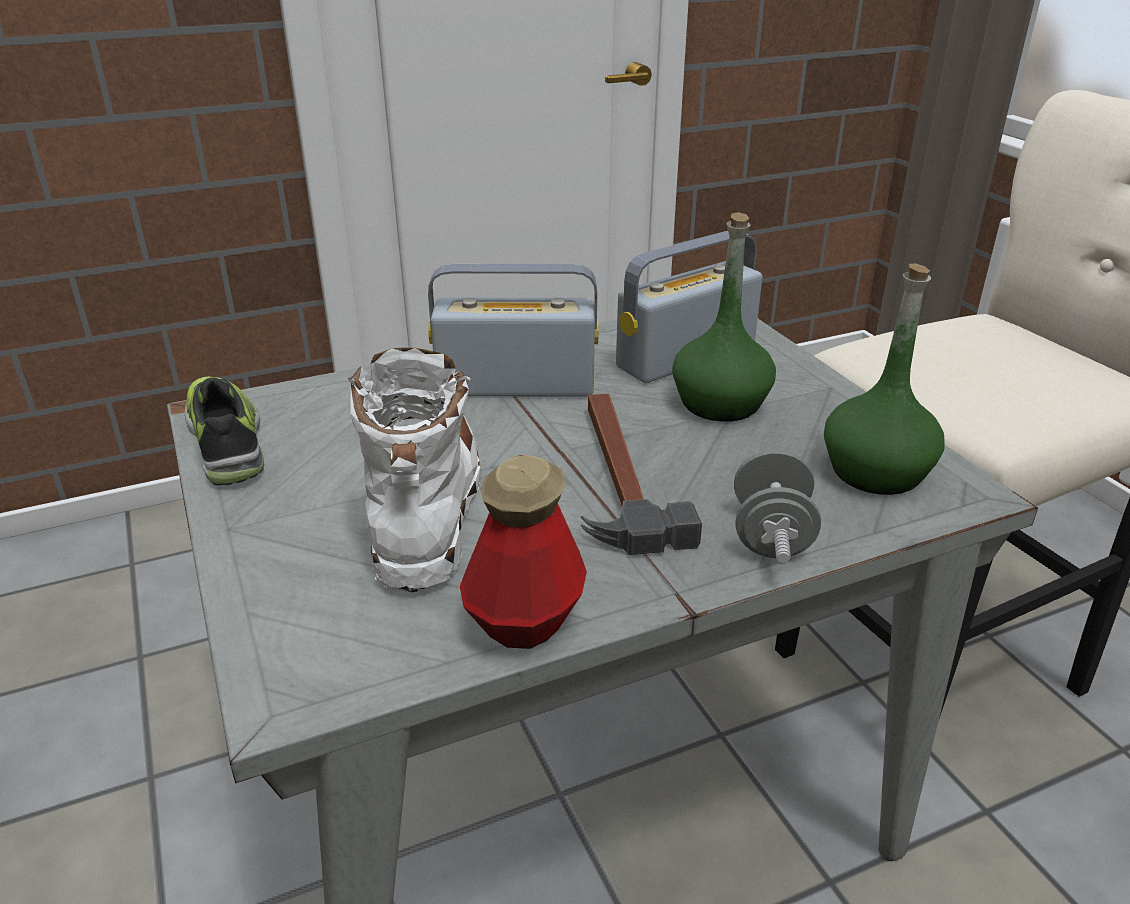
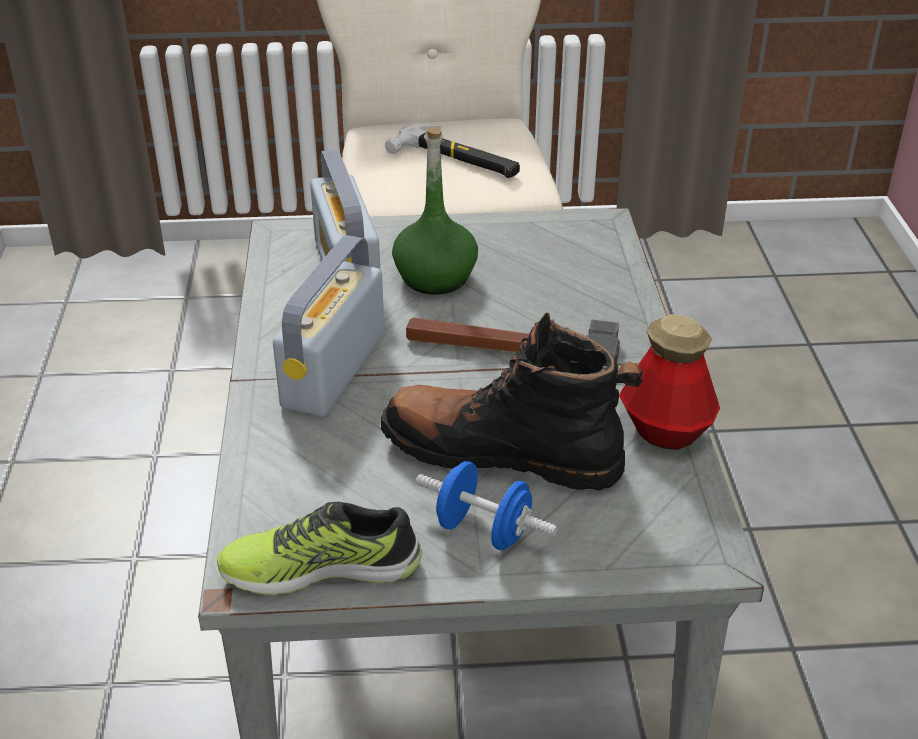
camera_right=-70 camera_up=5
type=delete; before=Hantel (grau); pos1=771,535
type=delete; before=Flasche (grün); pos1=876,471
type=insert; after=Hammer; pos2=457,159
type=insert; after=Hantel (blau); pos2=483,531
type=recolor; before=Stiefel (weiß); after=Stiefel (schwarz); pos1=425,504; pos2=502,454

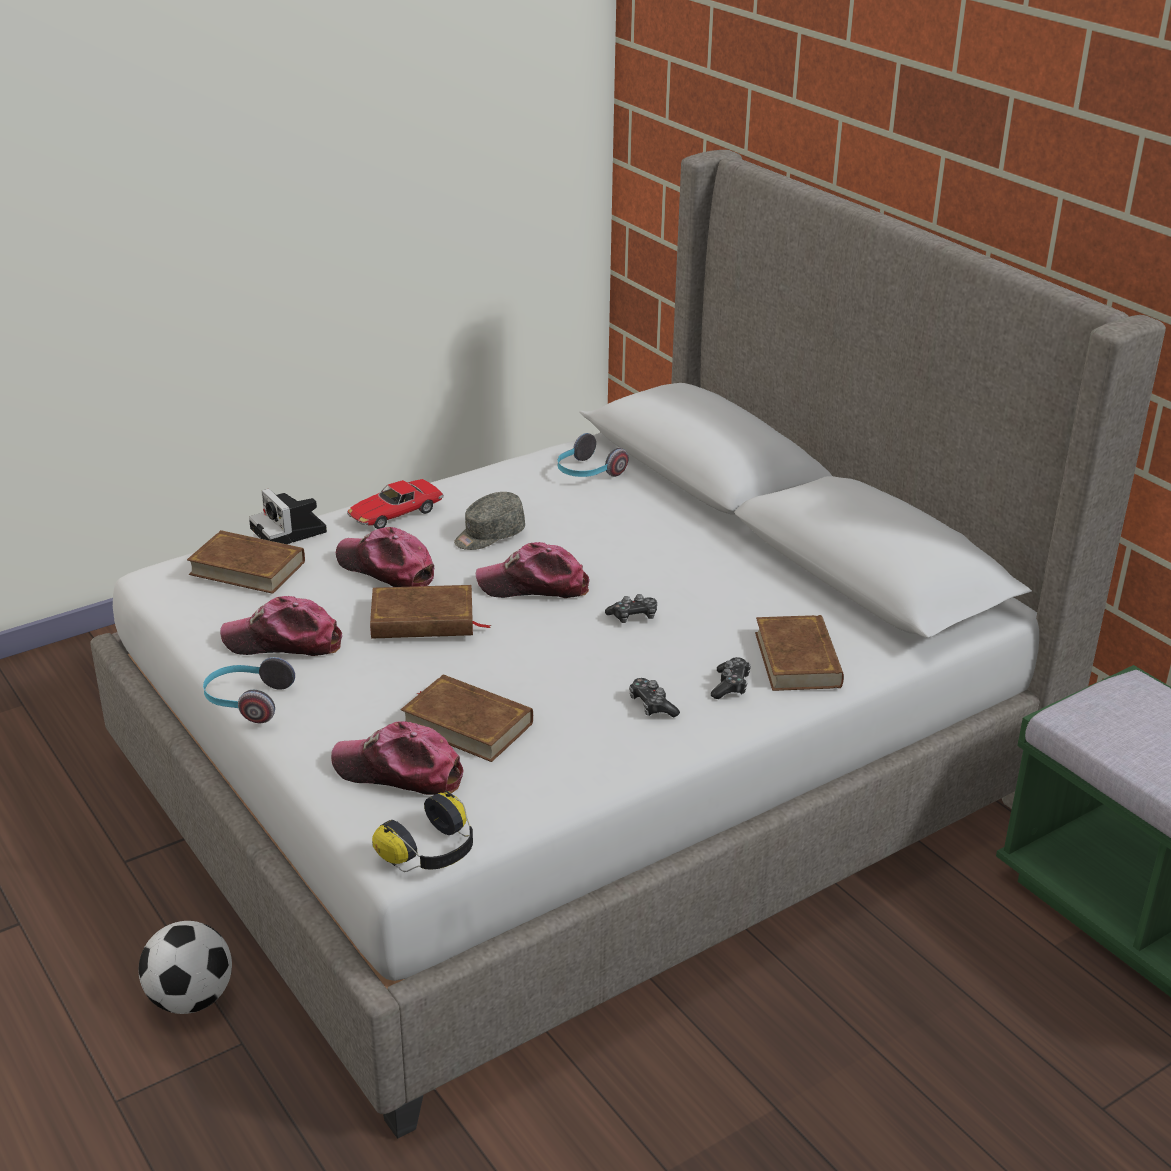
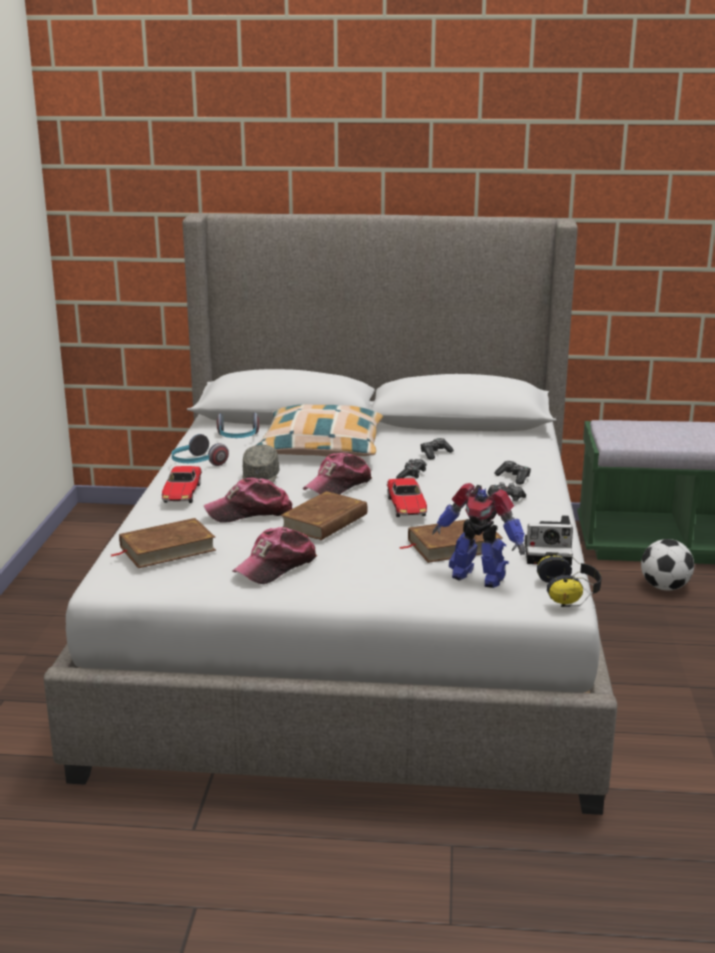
camera_right=-50 camera_up=-10
type=delete; before=Buch (braun); pos1=798,659
type=insert; after=Kissen; pos2=321,447
type=insert; after=Spielzeugauto; pos2=406,507
type=insert; after=Gamepad; pos2=435,454
type=move; before=Fußball; pos1=190,999; pos2=664,587
type=move; before=Kopfhörer; pos1=247,702; pos2=197,463
type=move; before=Kamera; pos1=290,531; pos2=550,552
type=replace; before=Kappe; after=Spielzeugroboter; pos1=399,772; pos2=478,576

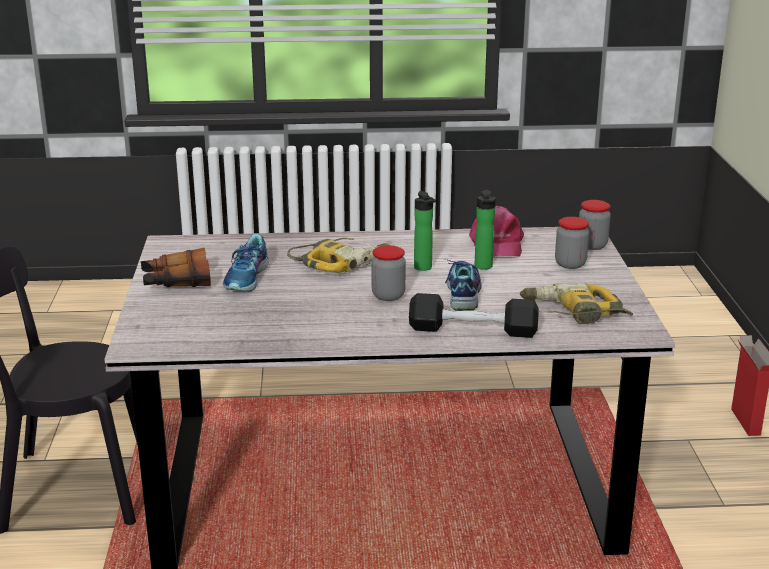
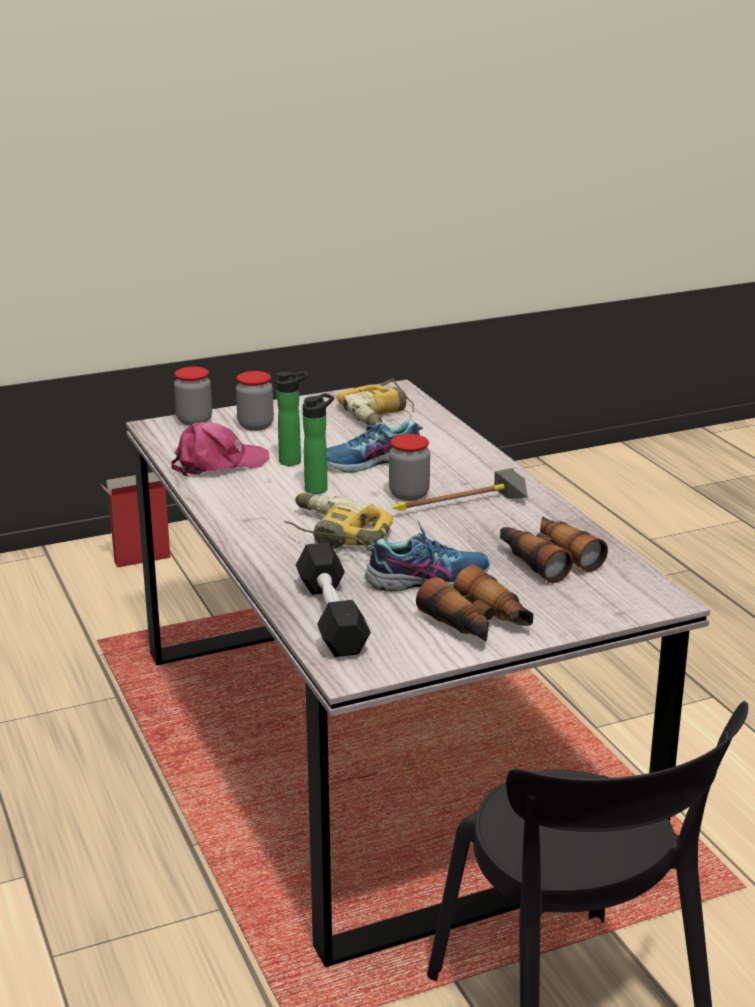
camera_right=-110 camera_up=0
type=insert; after=Hammer; pos2=460,507
type=insert; after=Fernglas; pos2=547,559
type=move; before=Hantel (schwarz); pos1=473,330; pos2=332,617

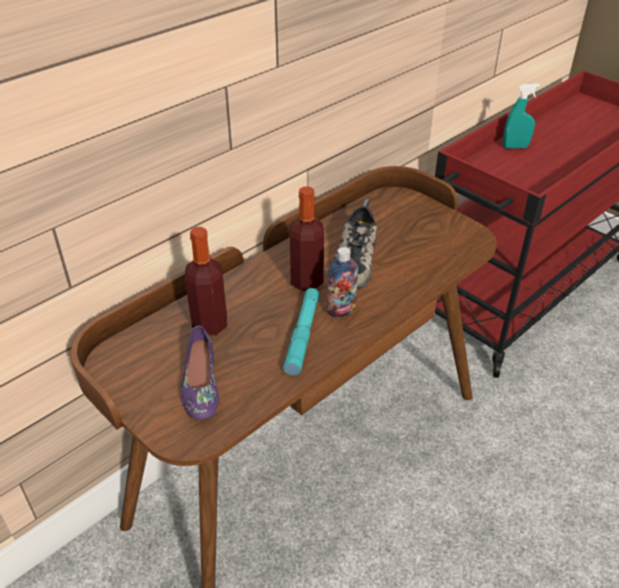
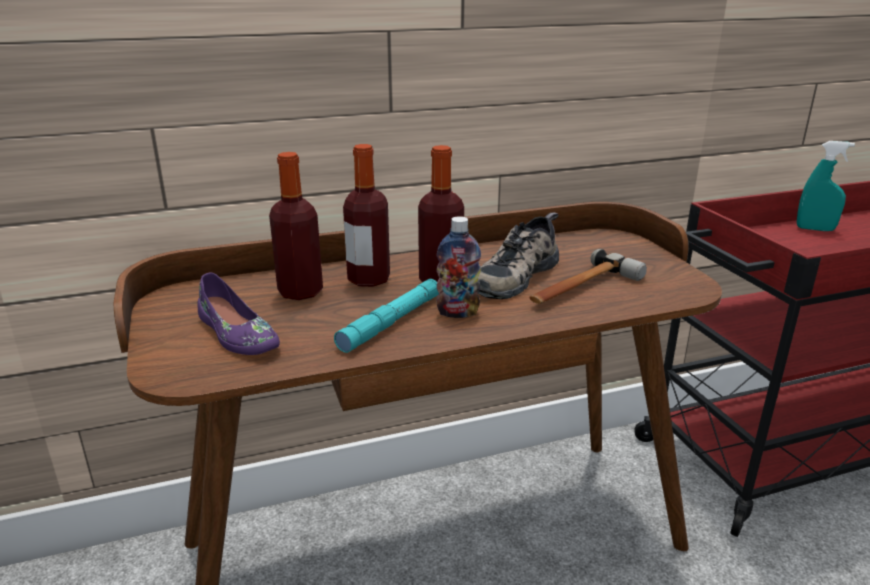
camera_right=25 camera_up=-15
type=insert; after=Flasche; pos2=369,279
type=insert; after=Hammer; pos2=581,288
type=rotate; before=Schuh (lila); pos1=200,384; pos2=236,334; turn=-60

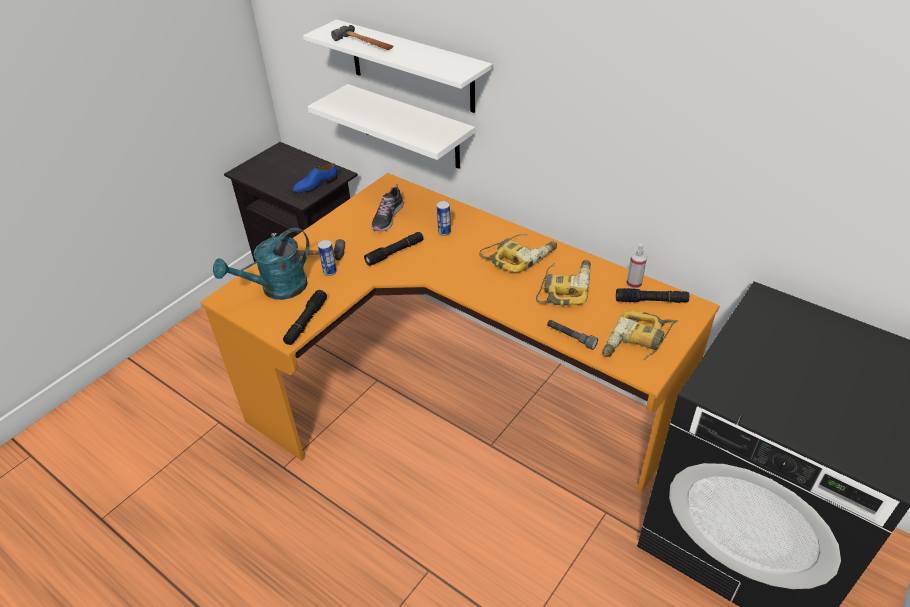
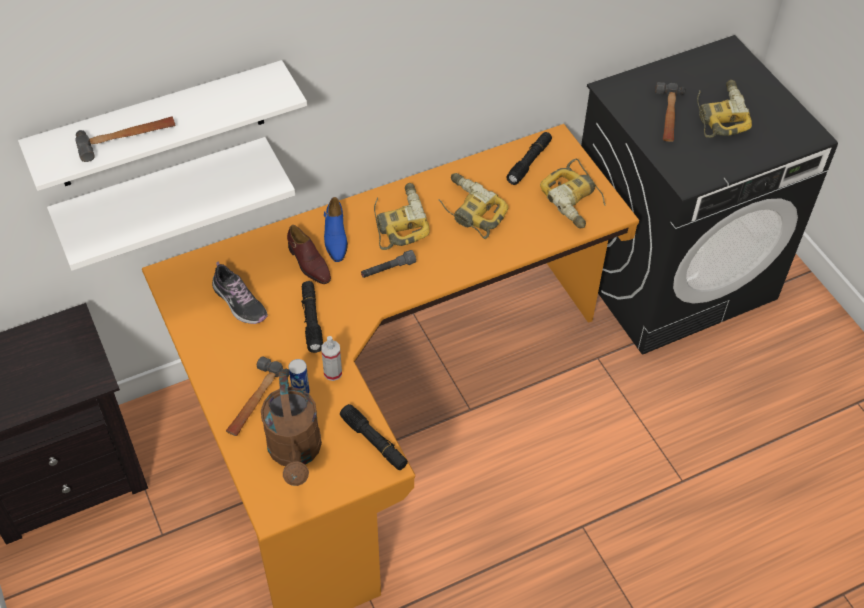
camera_right=-65 camera_up=10
type=insert; after=Hammer; pos2=667,116
type=insert; after=Bohrmaschine; pos2=719,115
type=move; before=Schuh (blau); pos1=315,185; pos2=335,238
type=move; before=Taschenlampe (grau); pos1=571,337; pos2=388,269
type=move; before=Sprühflasche; pos1=634,284; pos2=333,373
type=replace; before=Dose; after=Schuh (braun); pos1=444,232; pos2=308,263
type=recolor; before=Gießkanne (türkis); after=Gießkanne (braun); pos1=277,289; pos2=296,453

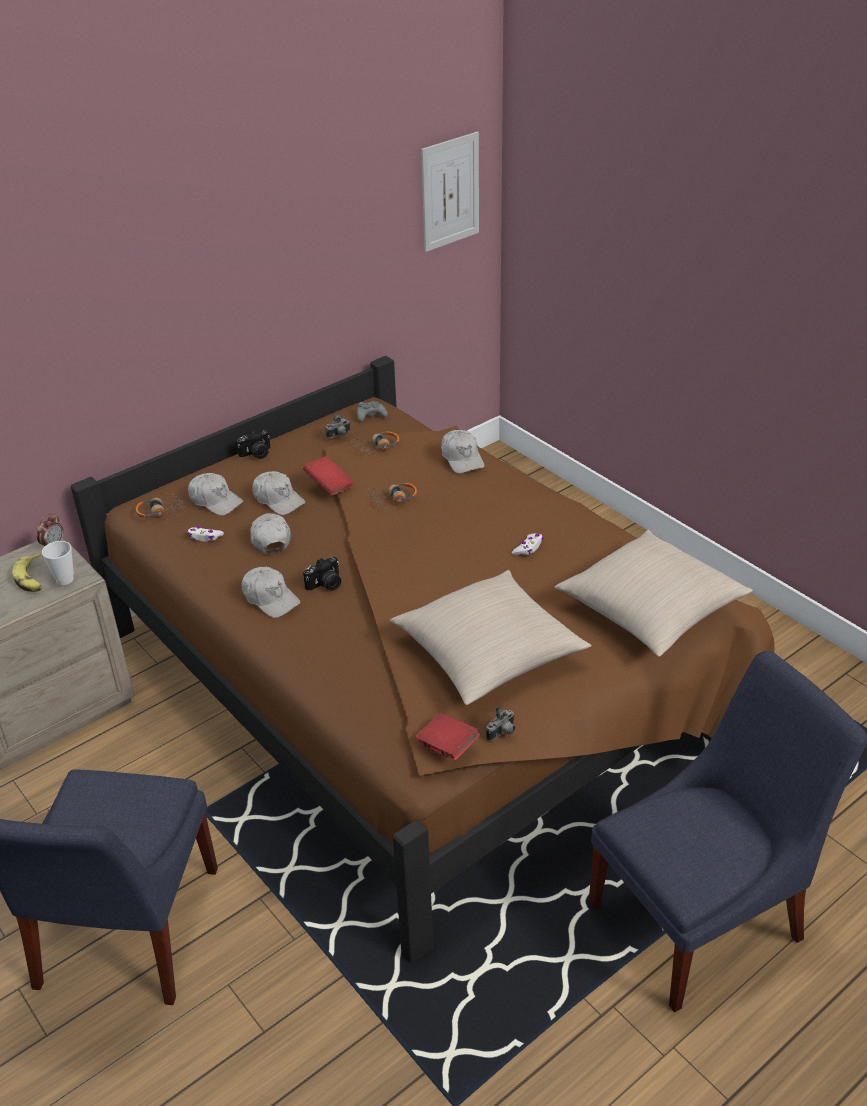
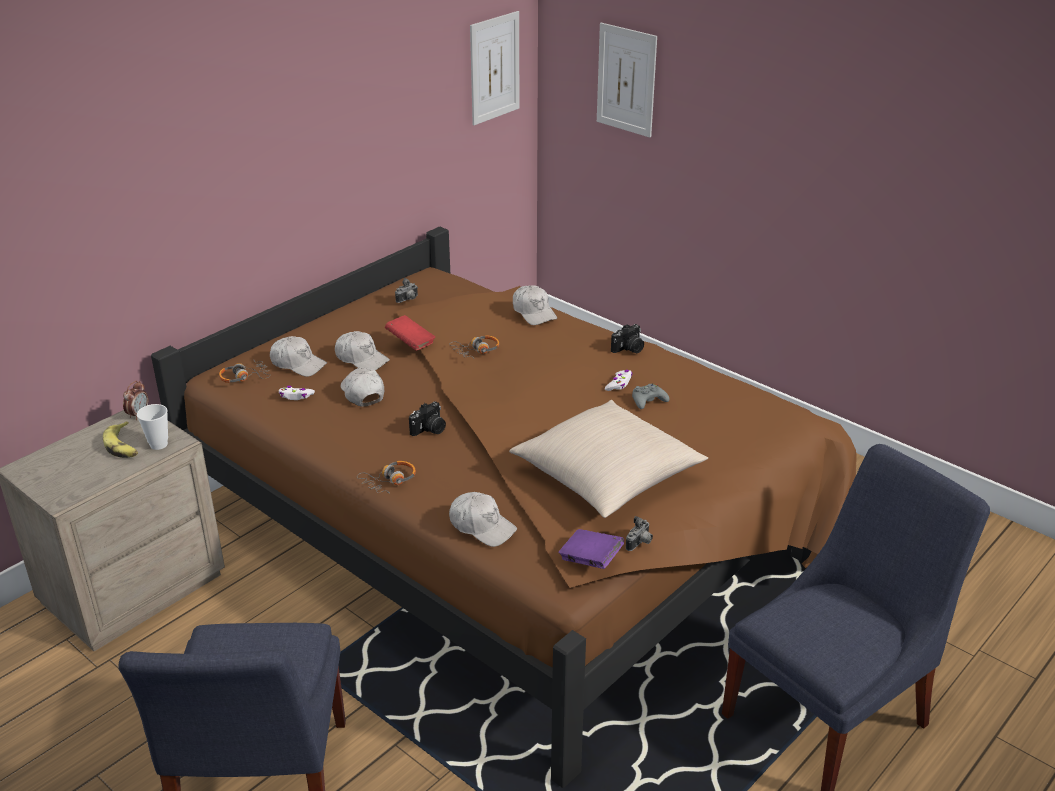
camera_right=-10 camera_up=-5
type=delete; before=Kissen (beige); pos1=650,609
type=insert; after=Bild; pos2=626,80
type=move; before=Kamera; pos1=256,454; pos2=628,349
type=move; before=Kappe (weiß); pos1=270,598; pos2=482,526
type=move; before=Kopfhörer; pos1=377,447; pos2=389,481
type=move; before=Gamepad (grau); pos1=371,415; pos2=648,401
type=recolor; before=Buch (rot); after=Buch (lila); pos1=447,746; pos2=590,560

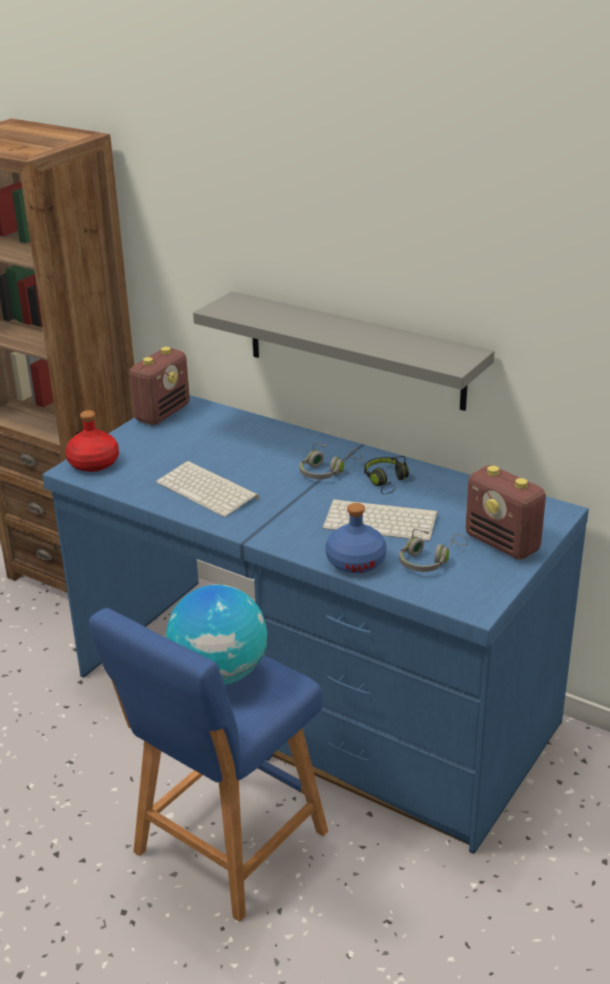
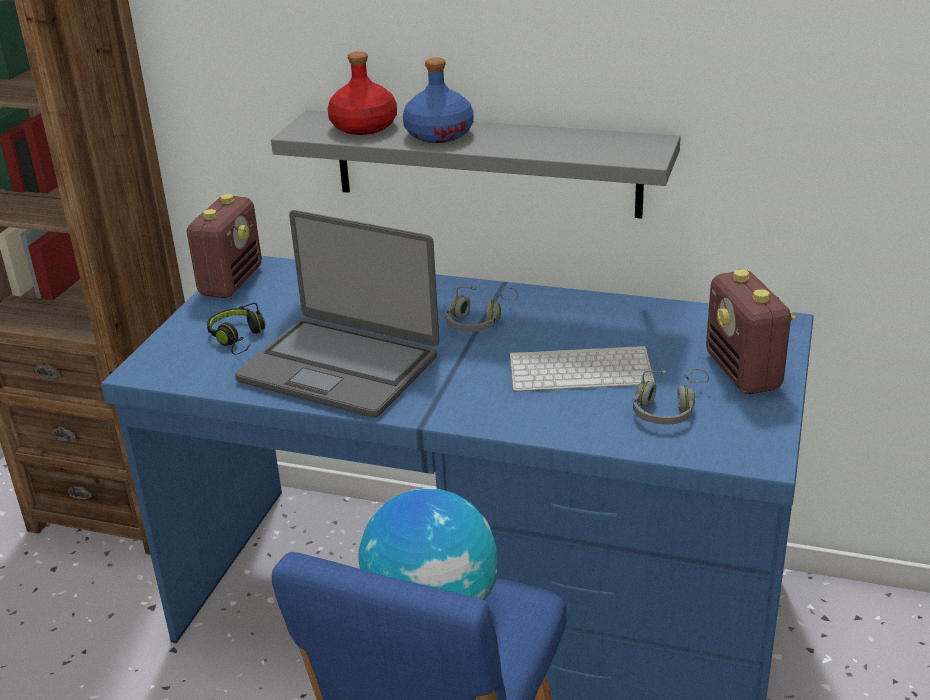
camera_right=-15 camera_up=0
type=move; before=Flasche (rot); pos1=93,463; pos2=364,127
type=move; before=Flasche (blau); pos1=355,561; pos2=438,134
type=move; before=Kopfhörer (schwarz); pos1=386,481; pos2=238,338
type=replace; before=Tastatur; after=Laptop; pos1=209,490; pos2=340,367
type=rotate; before=Radio; pos1=503,544; pos2=743,372; turn=45

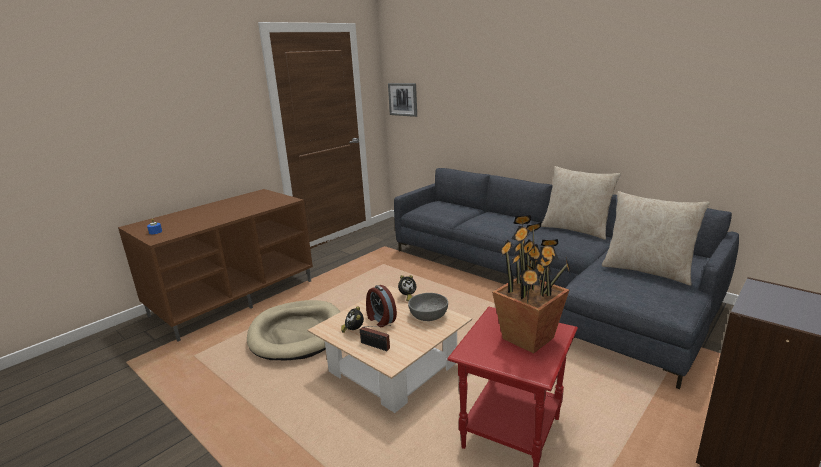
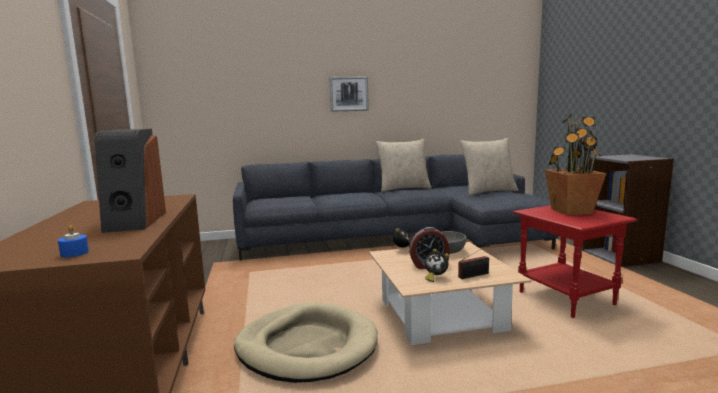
camera_right=-55 camera_up=-10
type=insert; after=Lautsprecher; pos2=134,221
type=move; before=Bild; pos1=403,99; pos2=349,94

